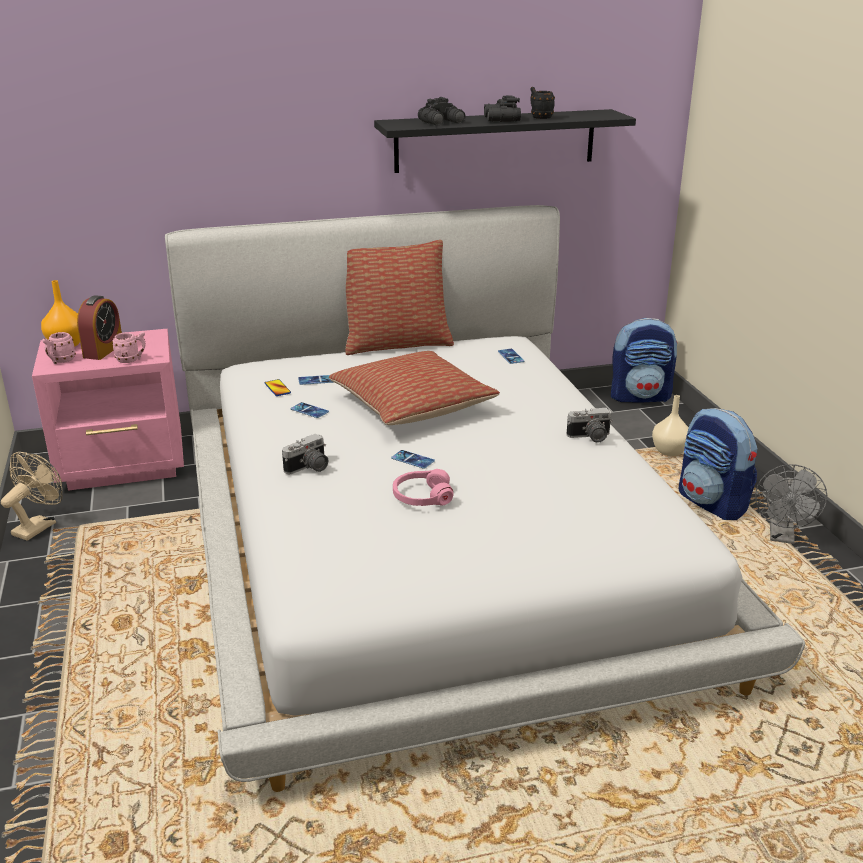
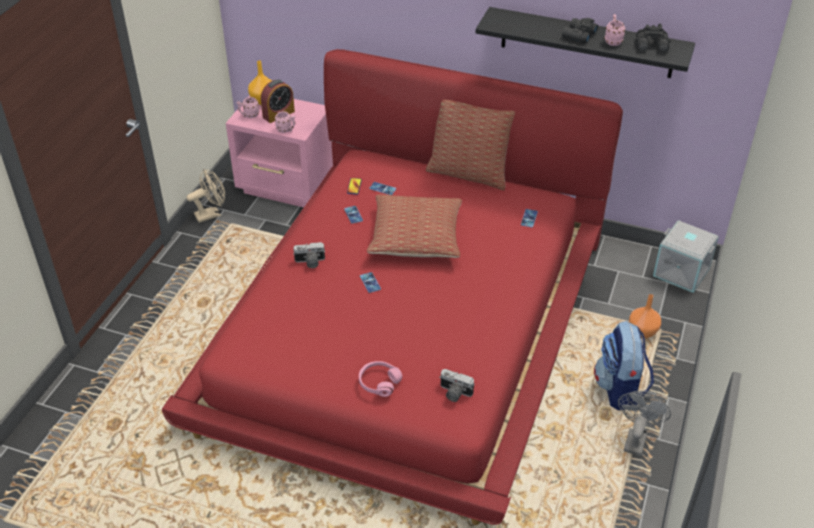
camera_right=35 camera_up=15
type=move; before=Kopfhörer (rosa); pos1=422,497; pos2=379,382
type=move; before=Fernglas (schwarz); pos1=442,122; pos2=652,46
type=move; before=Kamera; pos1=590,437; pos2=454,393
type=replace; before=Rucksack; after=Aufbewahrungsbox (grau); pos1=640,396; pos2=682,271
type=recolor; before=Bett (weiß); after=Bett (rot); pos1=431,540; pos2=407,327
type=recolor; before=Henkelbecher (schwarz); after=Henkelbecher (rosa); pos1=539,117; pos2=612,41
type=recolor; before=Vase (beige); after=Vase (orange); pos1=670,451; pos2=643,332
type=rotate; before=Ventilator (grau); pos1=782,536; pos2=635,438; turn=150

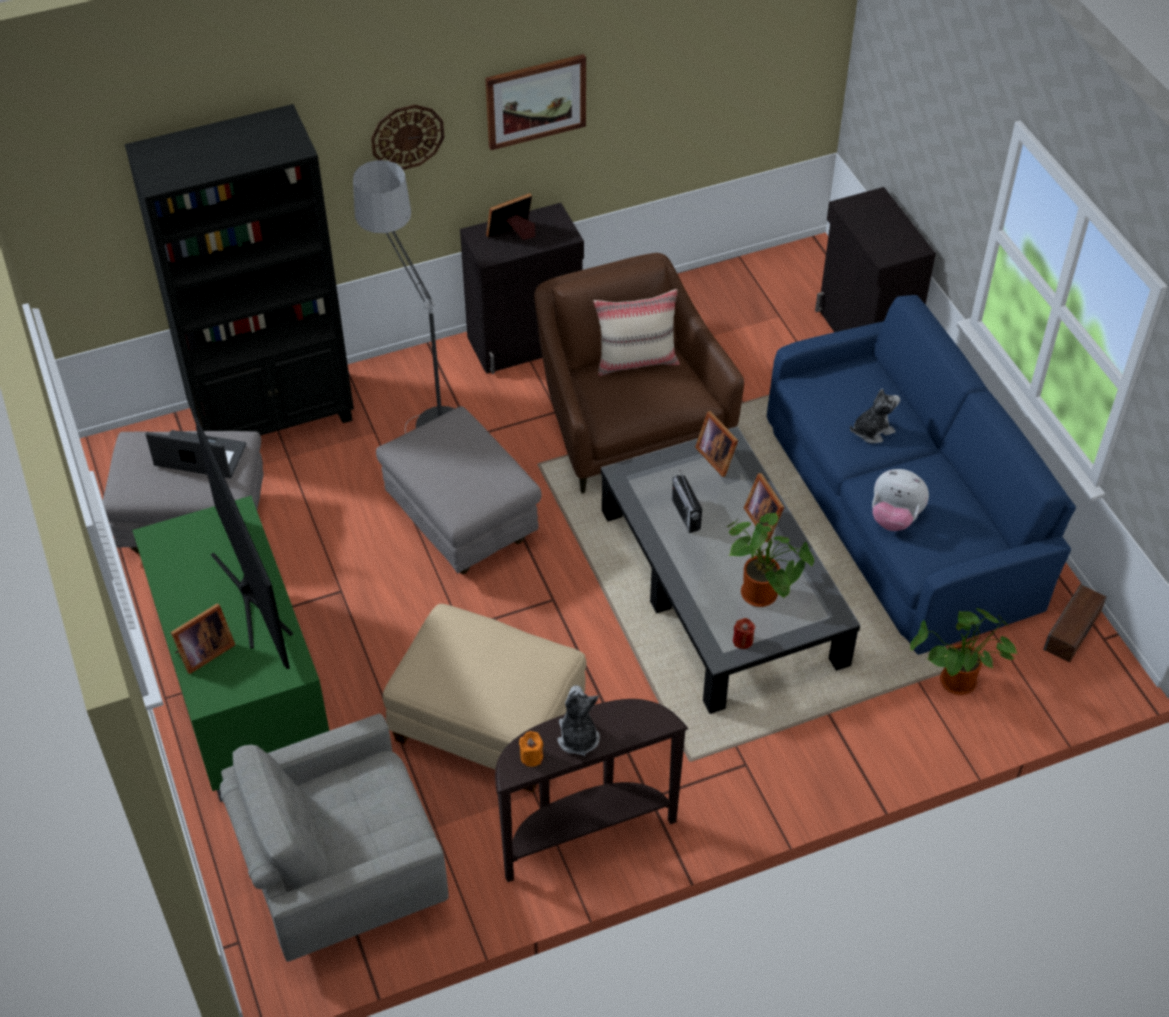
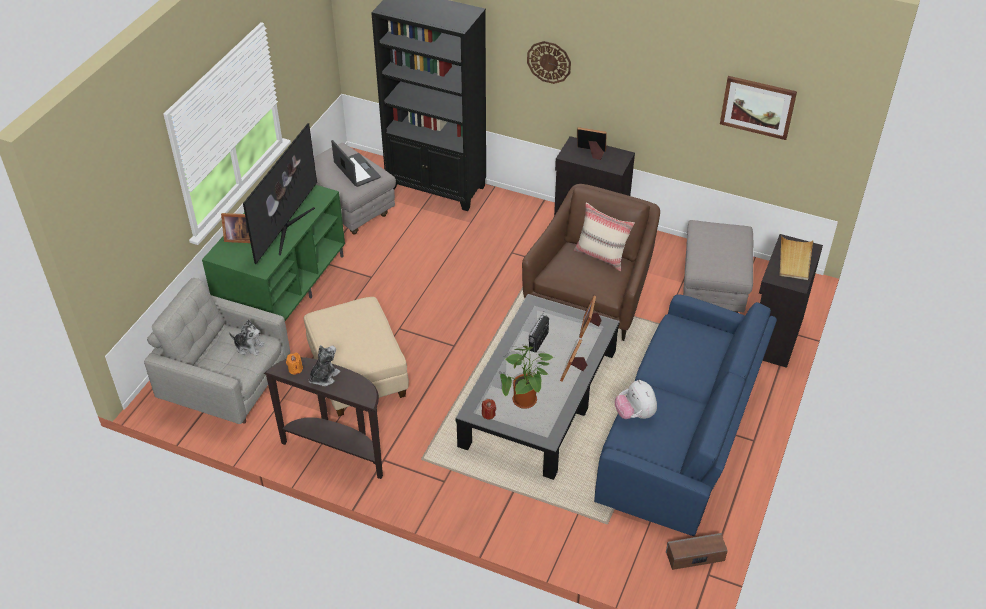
camera_right=45 camera_up=-5
type=delete; before=Stehlampe; pos1=419,404
type=delete; before=Topfpflanze; pos1=956,685
type=insert; after=Tablett (beige); pos2=794,260
type=move; before=Polsterhocker (grau); pos1=463,524; pos2=713,290
type=move; before=Bild; pos1=535,100; pos2=757,107
type=move; before=Plüschtier; pos1=872,431; pos2=249,346

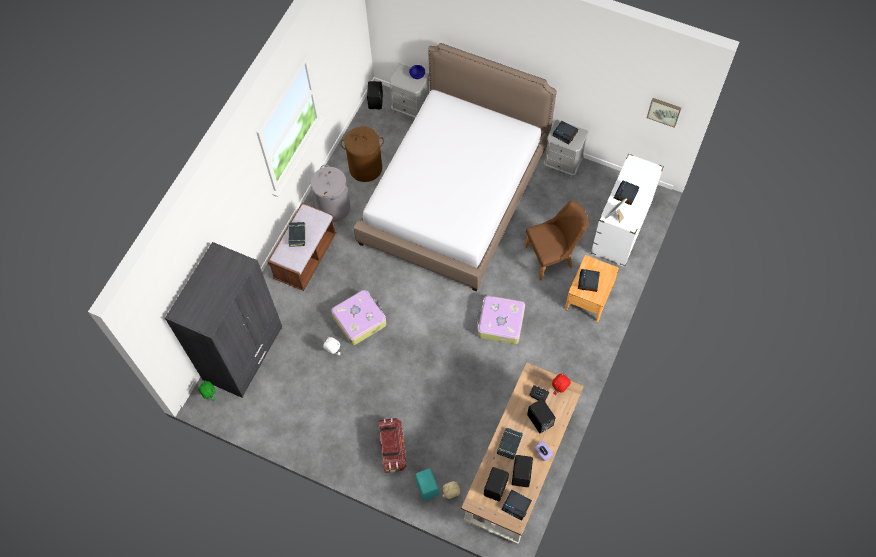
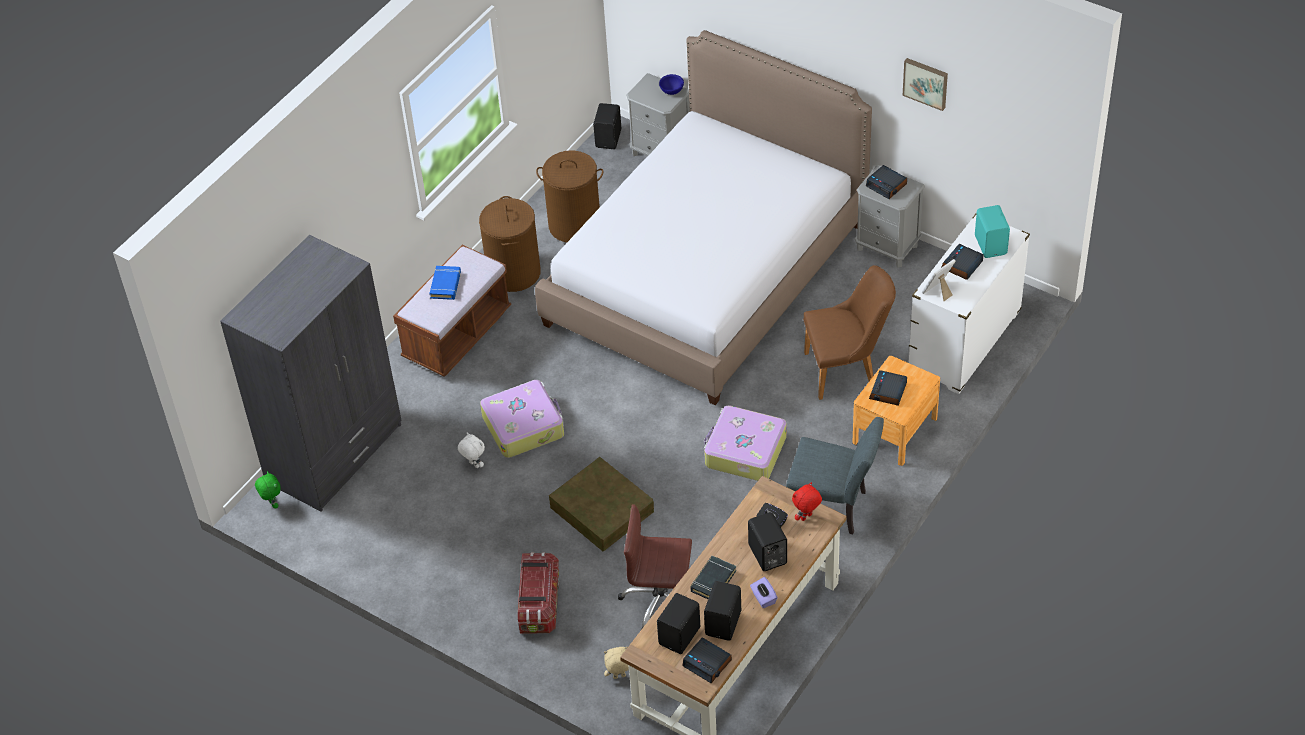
camera_right=10 camera_up=-15
type=insert; after=Aufbewahrungsbox (braun); pos2=602,509
type=insert; after=Bürostuhl (braun); pos2=661,601
type=insert; after=Stuhl (grau); pos2=834,508
type=move; before=Lautsprecher (türkis); pos1=427,487; pos2=991,244
type=move; before=Bild; pos1=664,111; pos2=926,83
type=recolor; before=Buch (schwarz); after=Buch (blau); pos1=297,235; pos2=446,285
type=recolor; before=Wäschekorb (grau); after=Wäschekorb (braun); pos1=333,208; pos2=514,273

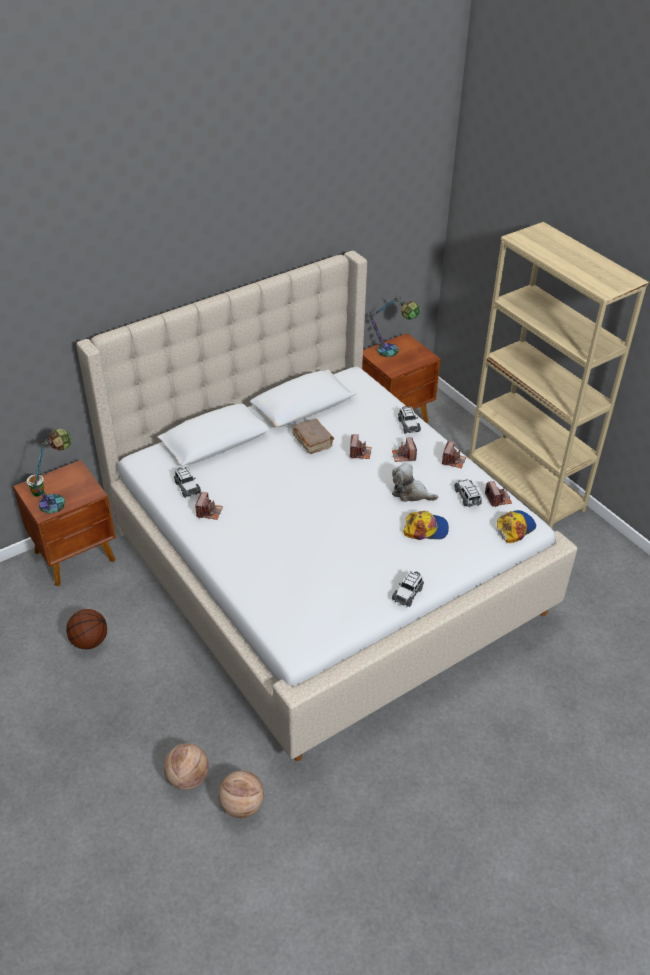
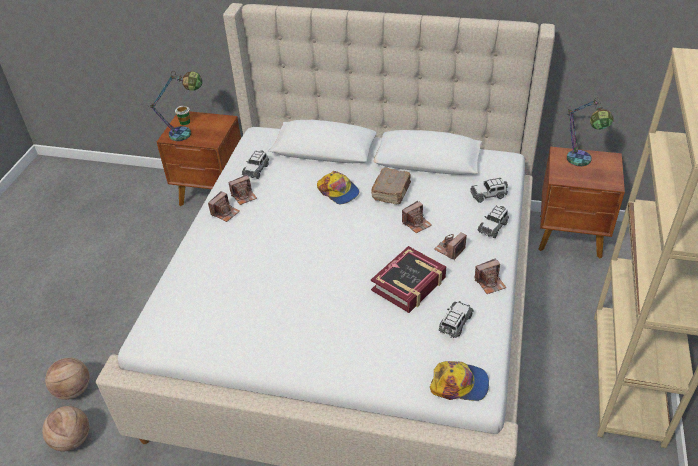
camera_right=50 camera_up=0
type=delete; before=Basketball; pos1=89,641
type=move; before=Spielzeugauto; pos1=408,593; pos2=488,195
type=move; before=Kappe; pos1=426,529; pos2=338,191
type=move; before=Kamera; pos1=498,499; pos2=225,213
type=replace; before=Plüschtier; after=Buch; pos1=410,493; pos2=409,284

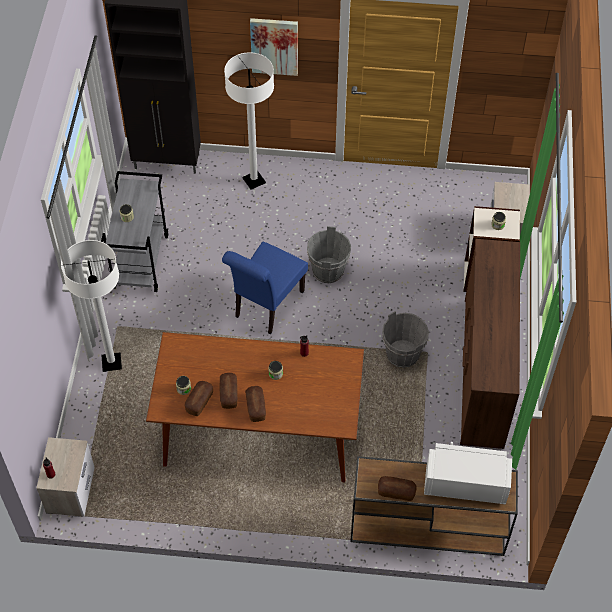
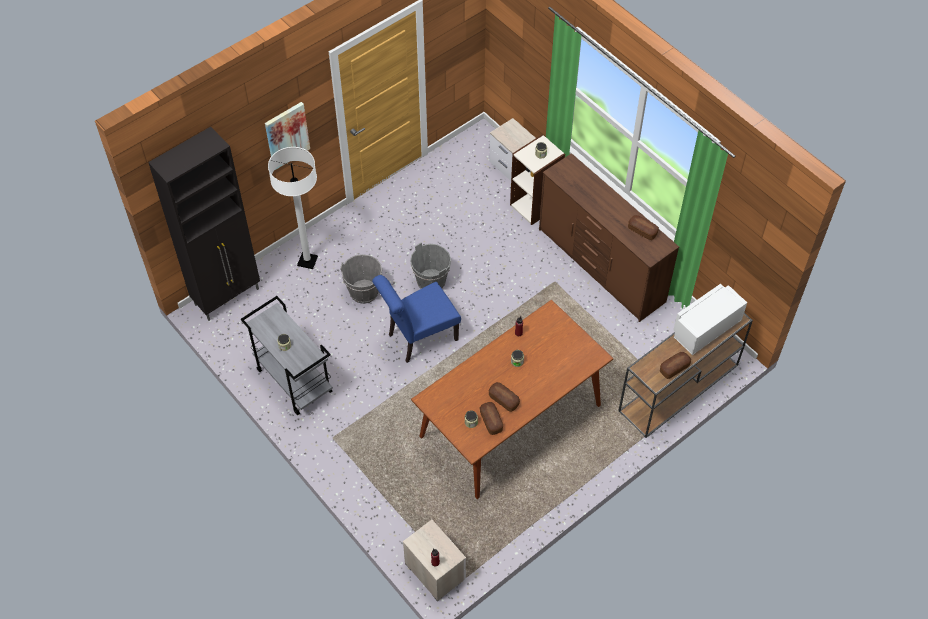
camera_right=-45 camera_up=0
type=delete; before=Stehlampe (weiß); pos1=111,362
type=move; before=Brot; pos1=256,407; pos2=642,231
type=move; before=Eimer (grau); pos1=403,354; pos2=364,292
type=rotate; before=Stuhl (blau); pos1=266,306; pos2=418,338; turn=75

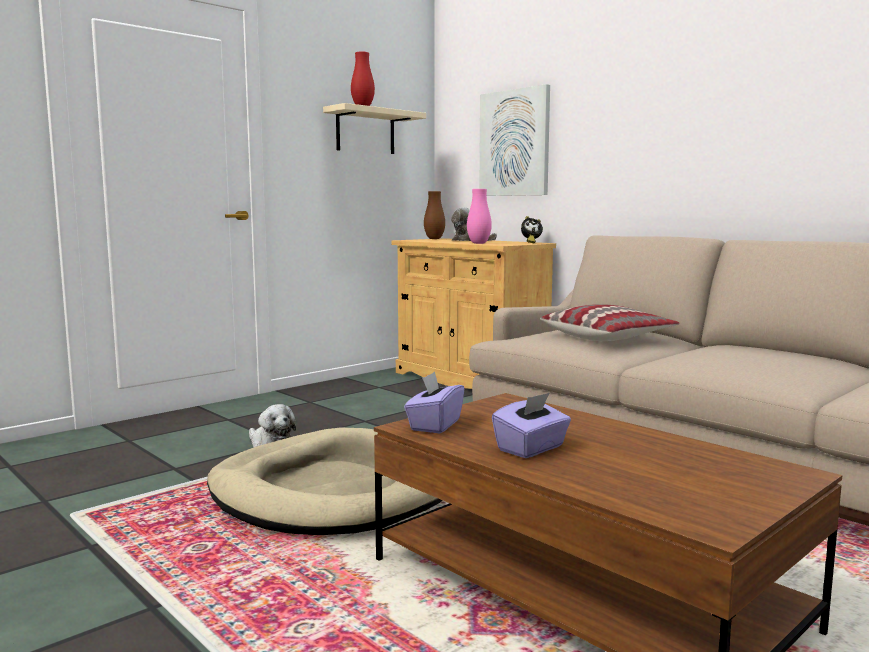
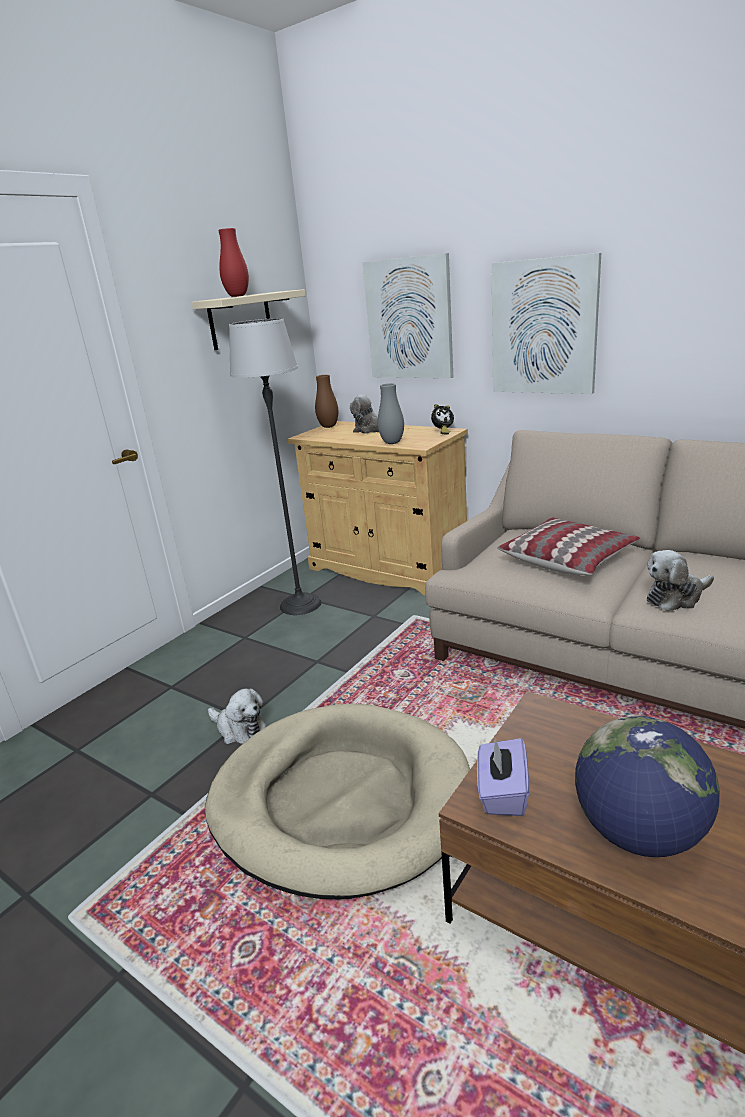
camera_right=-10 camera_up=15
type=insert; after=Stehlampe; pos2=300,604
type=insert; after=Bild; pos2=544,327
type=insert; after=Plüschtier; pos2=676,597
type=replace; before=Taschentuchbox (lila); after=Globus; pos1=531,448; pos2=639,832
type=recolor; before=Vase (rosa); after=Vase (grau); pos1=479,243; pos2=392,443

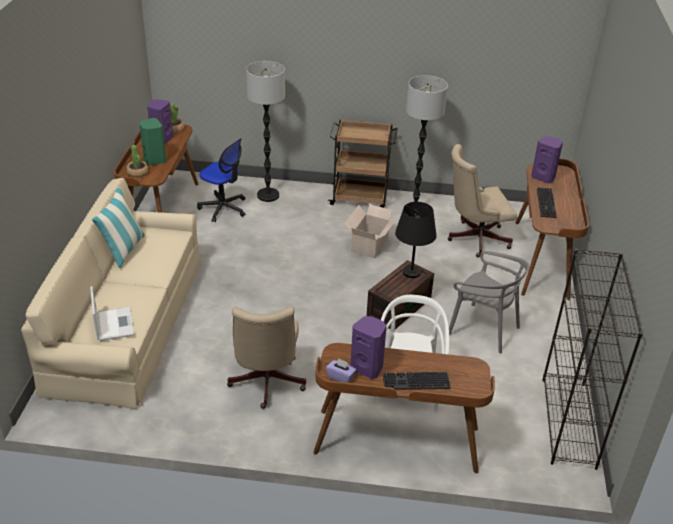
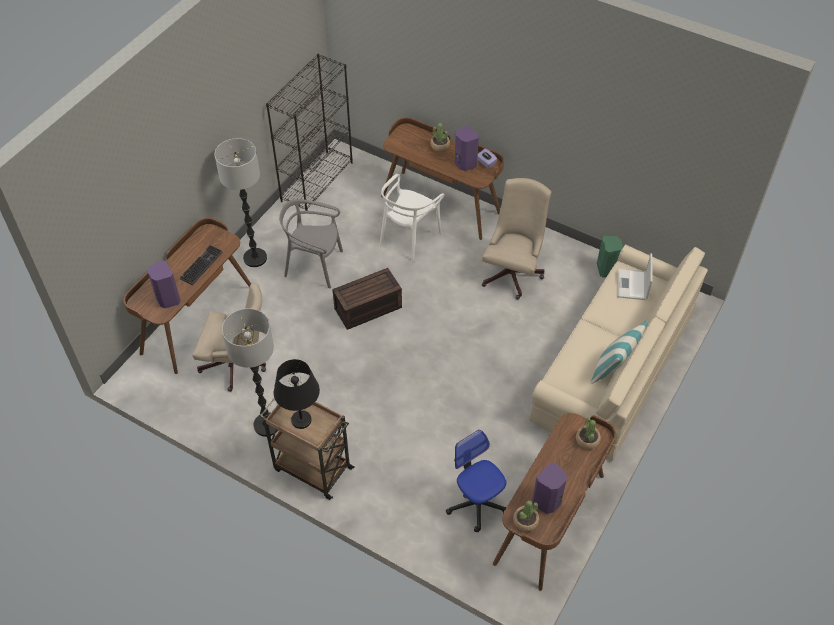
camera_right=-155 camera_up=15
type=delete; before=Karton; pos1=370,244
type=move; before=Lautsprecher (grün); pos1=154,160; pos2=607,269
type=move; before=Stehlampe; pos1=268,196; pos2=255,258
type=move; before=Tischlampe (schwarz); pos1=411,272; pos2=301,420
type=replace; before=Tastatur; after=Topfpflanze; pos1=415,383; pos2=440,145
type=rotate; before=Stuhl (grau); pos1=483,329; pos2=314,265; turn=-45

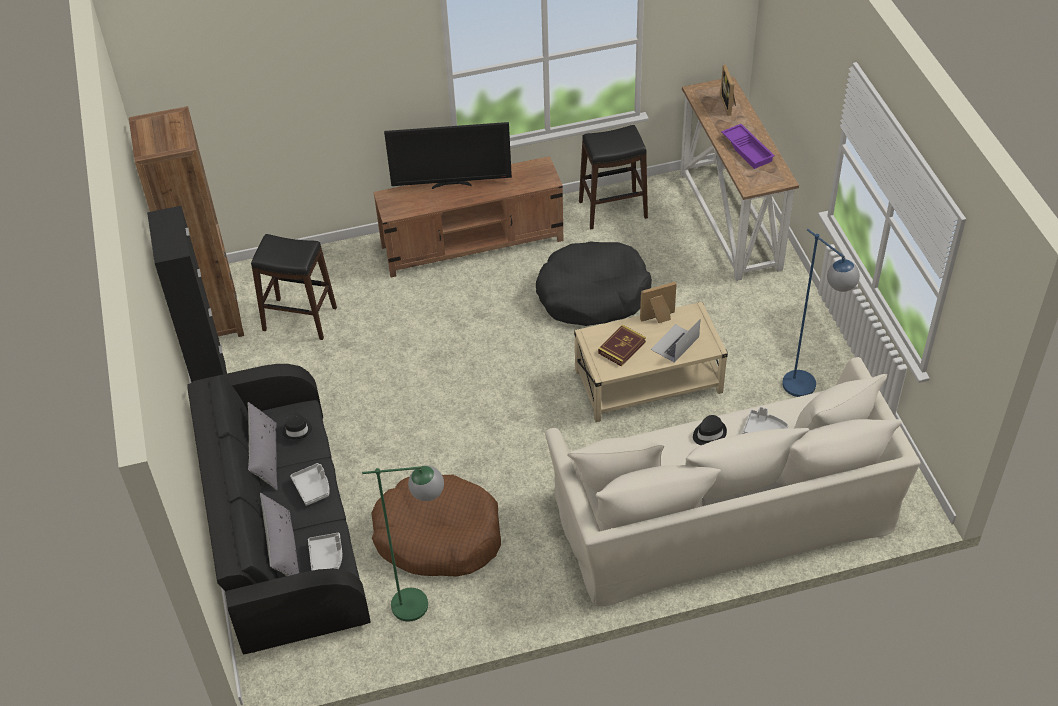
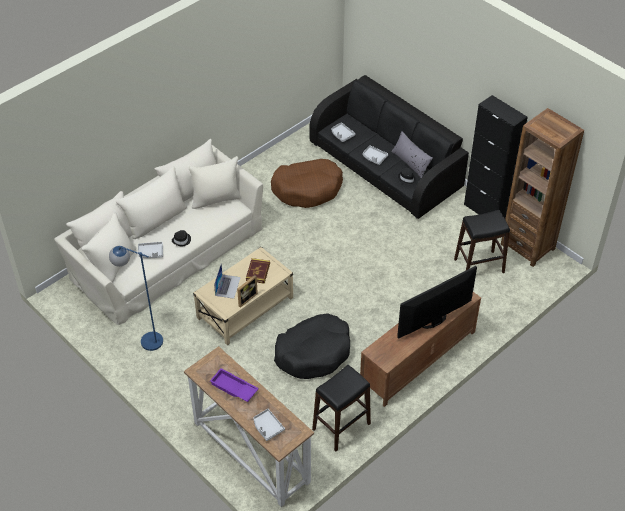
camera_right=150 camera_up=0
type=delete; before=Kissen (grau); pos1=283,549
type=delete; before=Stehlampe (grün); pos1=423,603
type=replace; before=Bilderrahmen; after=Tablett (grau); pos1=729,104; pos2=267,427

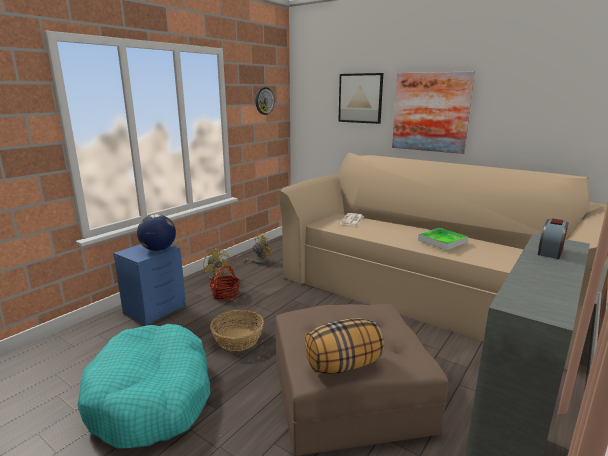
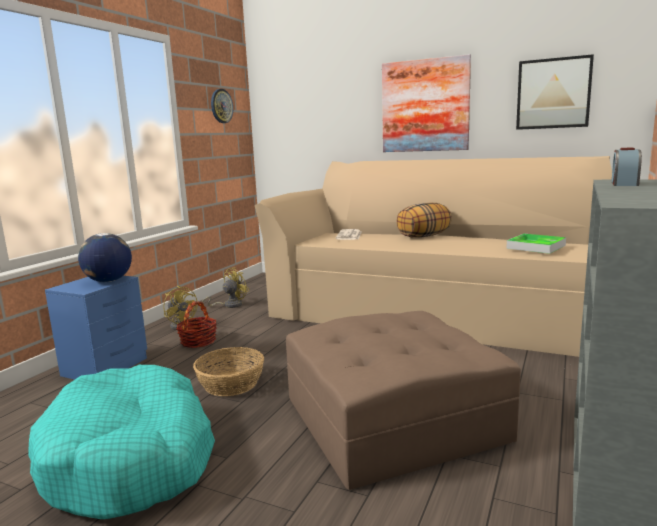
camera_right=-10 camera_up=-5
type=move; before=Kissen; pos1=343,365; pos2=424,236
type=move; before=Bild; pos1=360,98; pos2=553,93
type=move; before=Tablett; pos1=442,241; pos2=536,247

